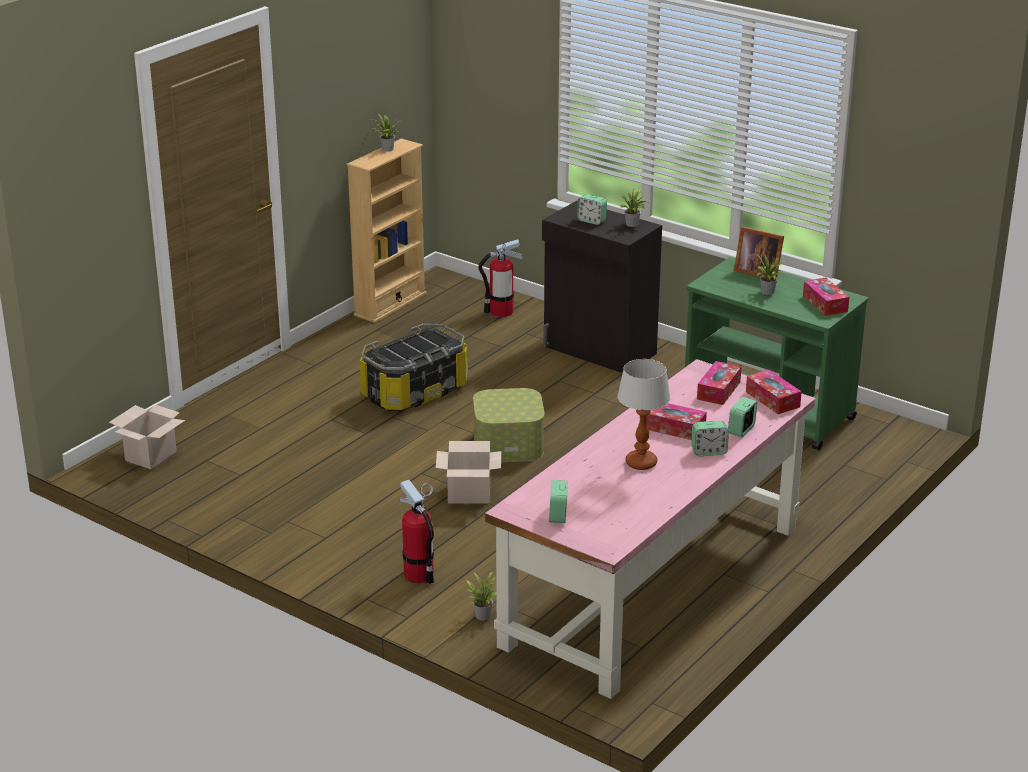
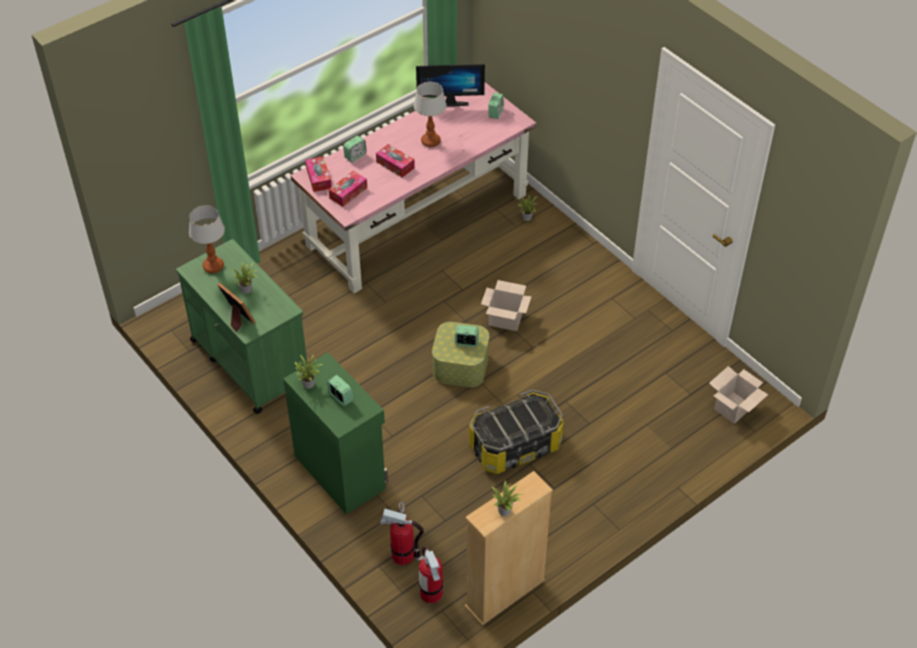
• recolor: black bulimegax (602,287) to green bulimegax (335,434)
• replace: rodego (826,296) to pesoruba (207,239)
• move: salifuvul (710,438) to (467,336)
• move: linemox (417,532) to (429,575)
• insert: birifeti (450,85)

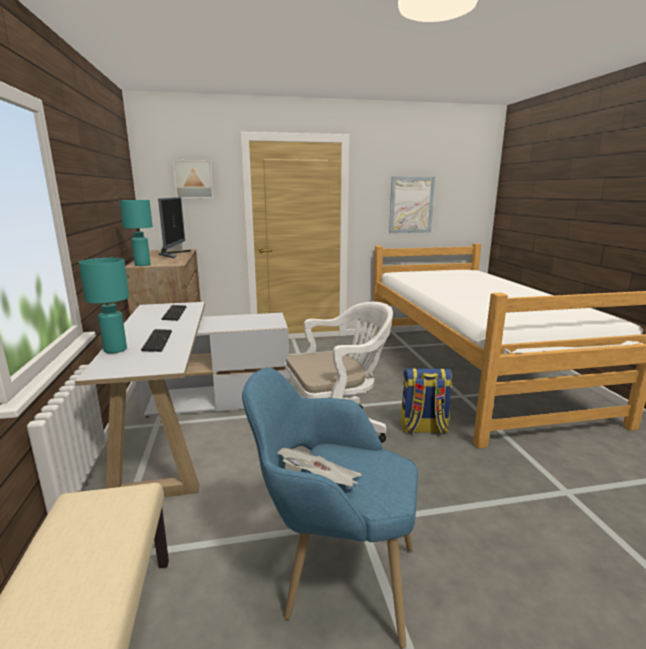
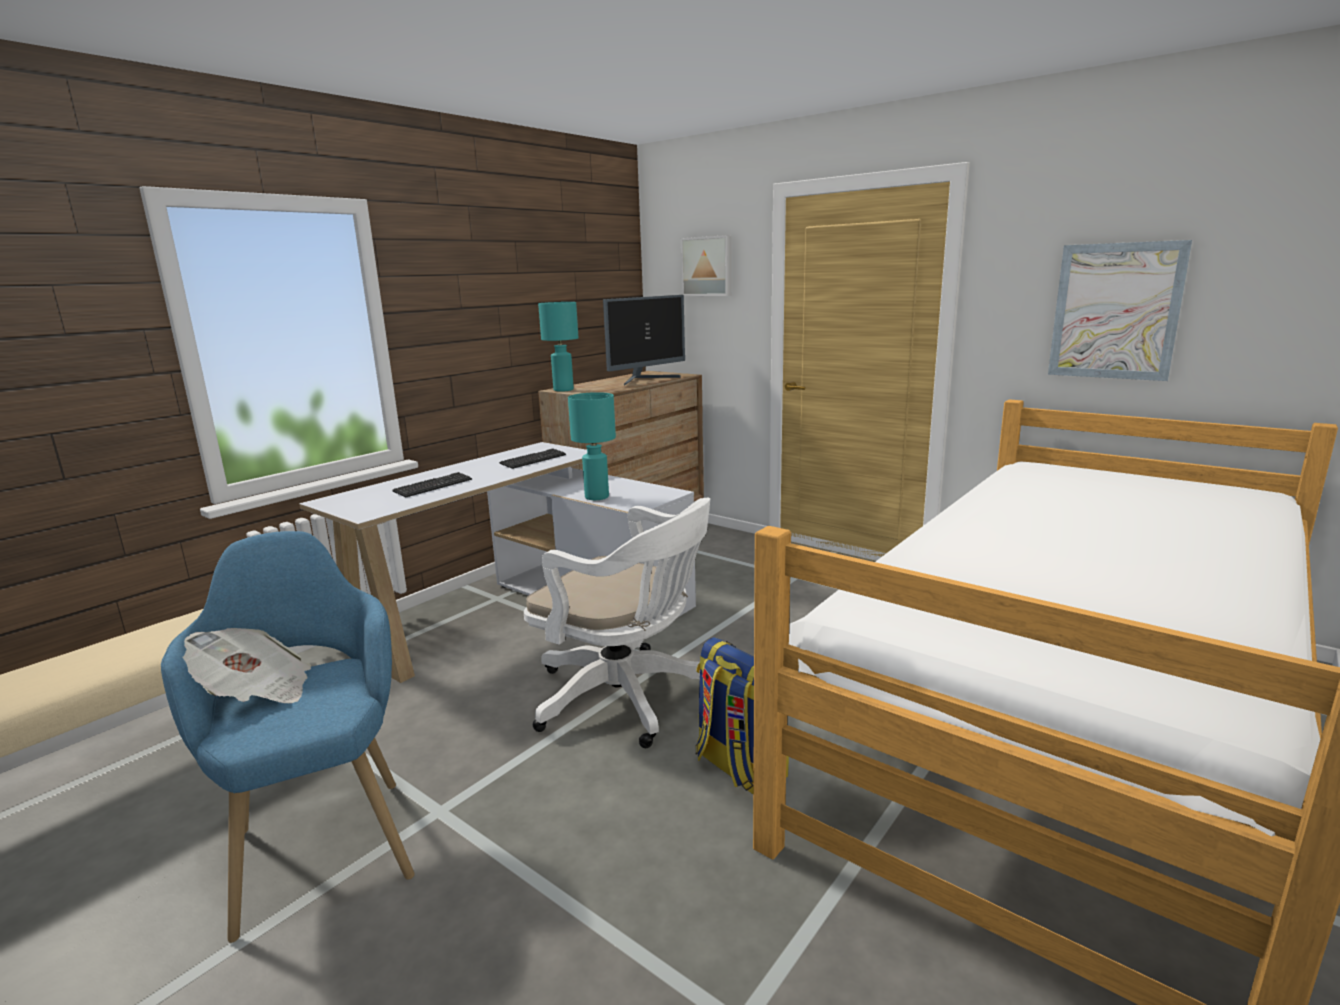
• move: turquoise pesoruba (103,306) to (592,446)

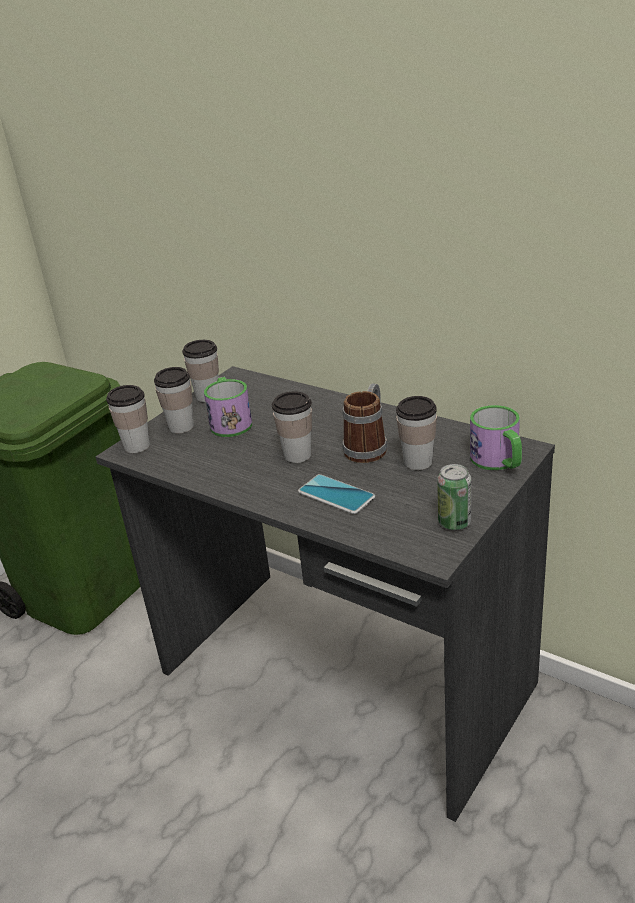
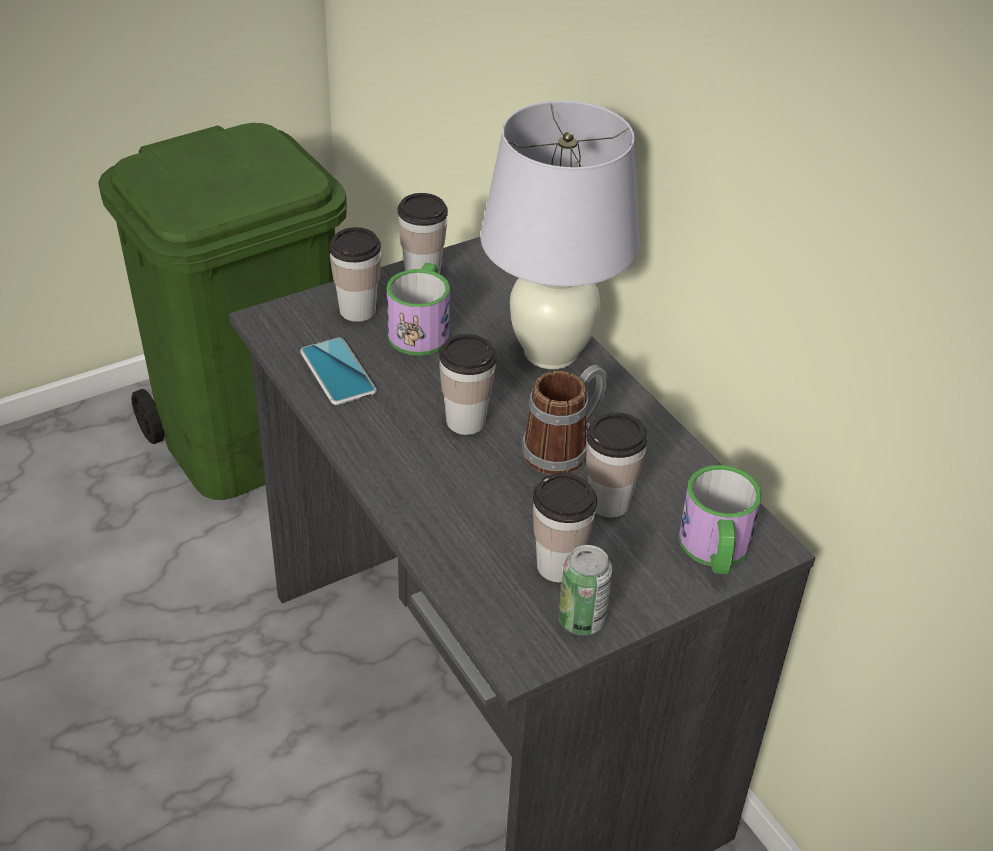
• move: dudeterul (128,419) to (565,527)
• move: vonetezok (336,494) to (338,371)
• insert: white pesoruba (560,234)

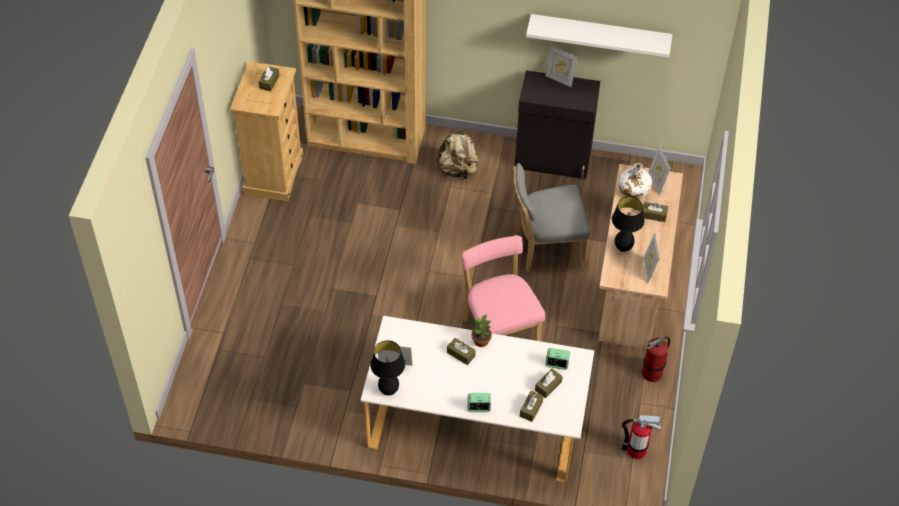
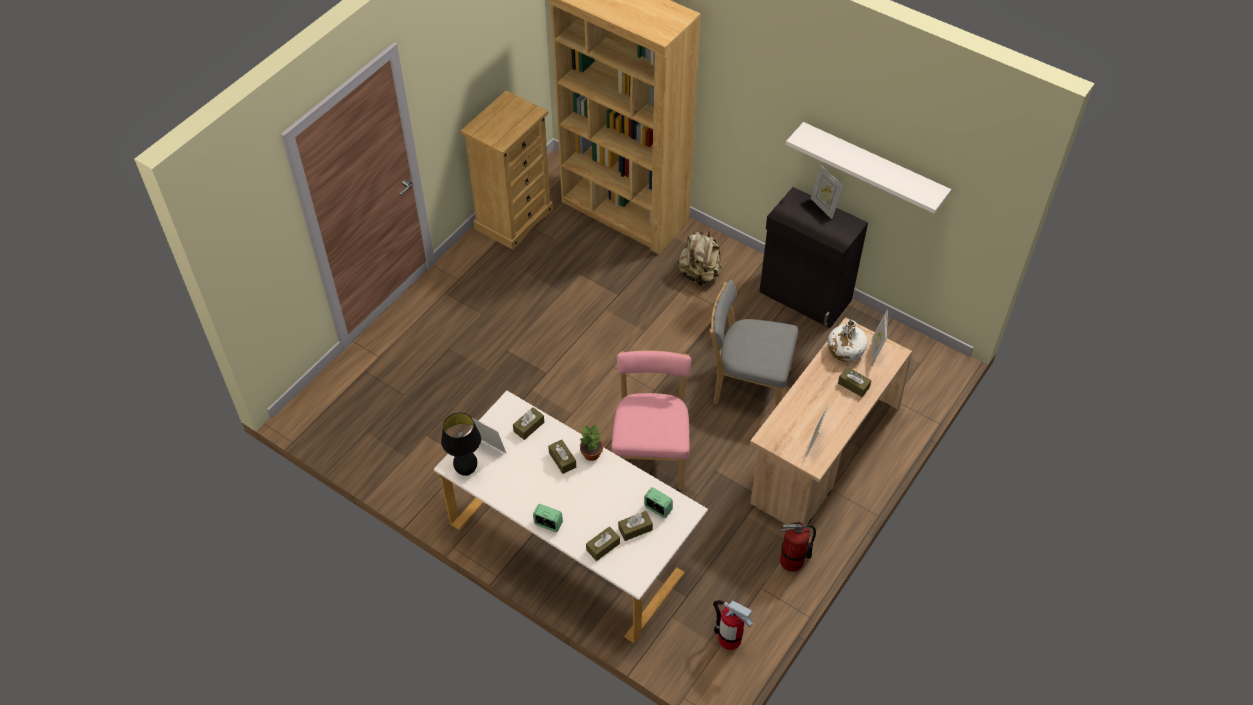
• move: brown rodego (269,79) to (528,423)
• delete: black pesoruba (628,224)

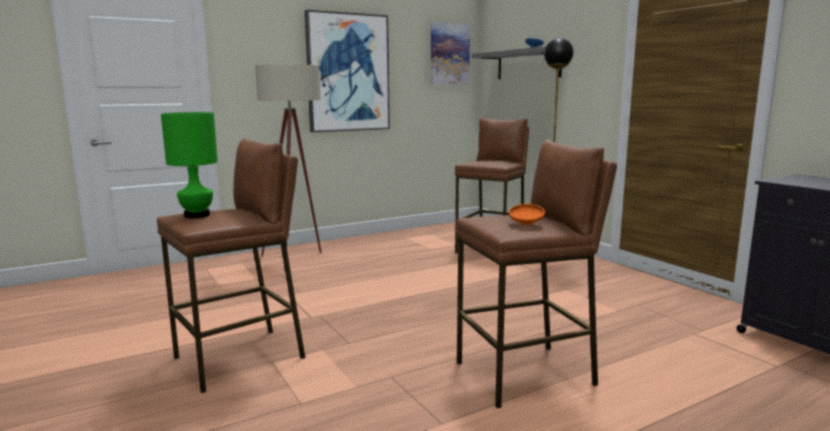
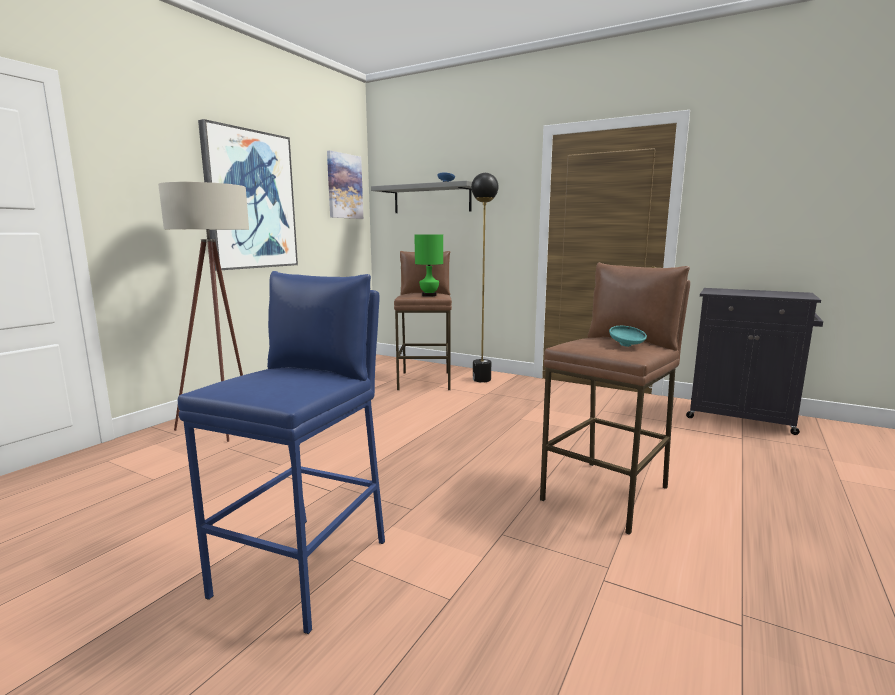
• move: green pesoruba (189,165) to (428,265)
• recolor: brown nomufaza (231,265) to blue nomufaza (281,452)
• recolor: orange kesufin (527,214) to turquoise kesufin (628,336)

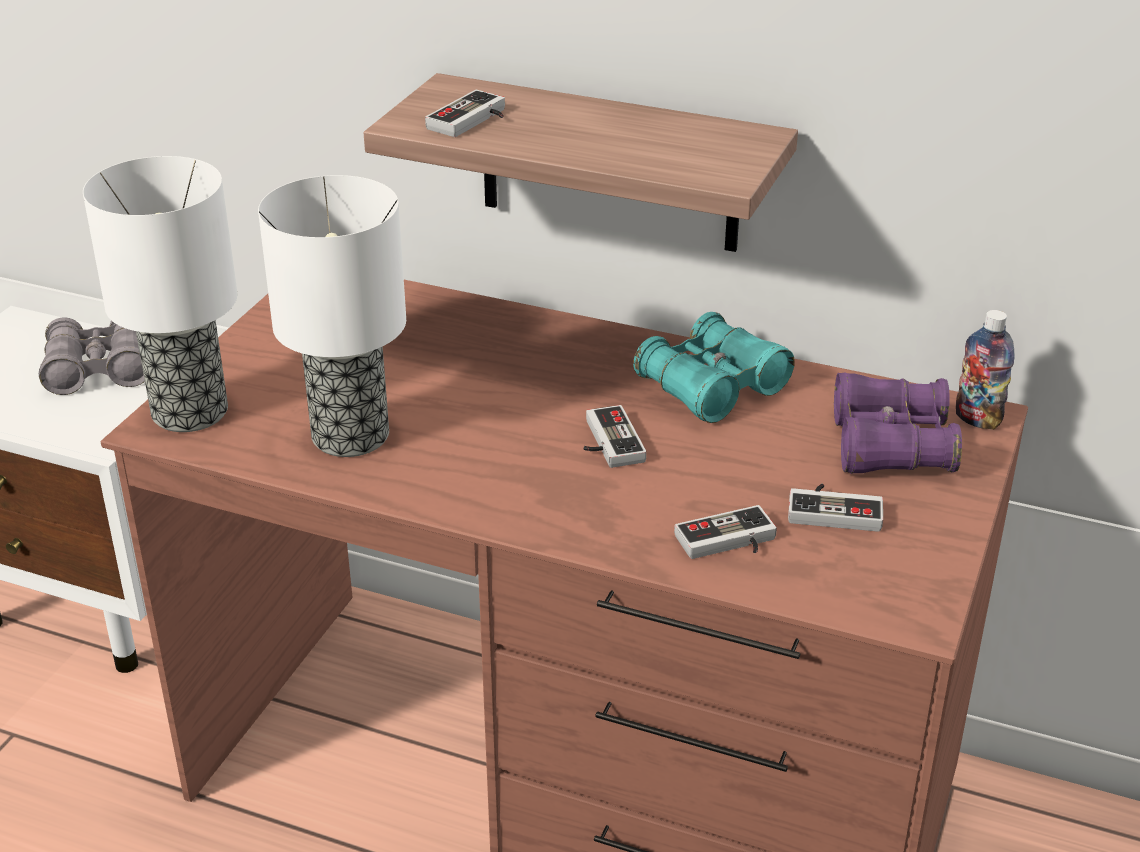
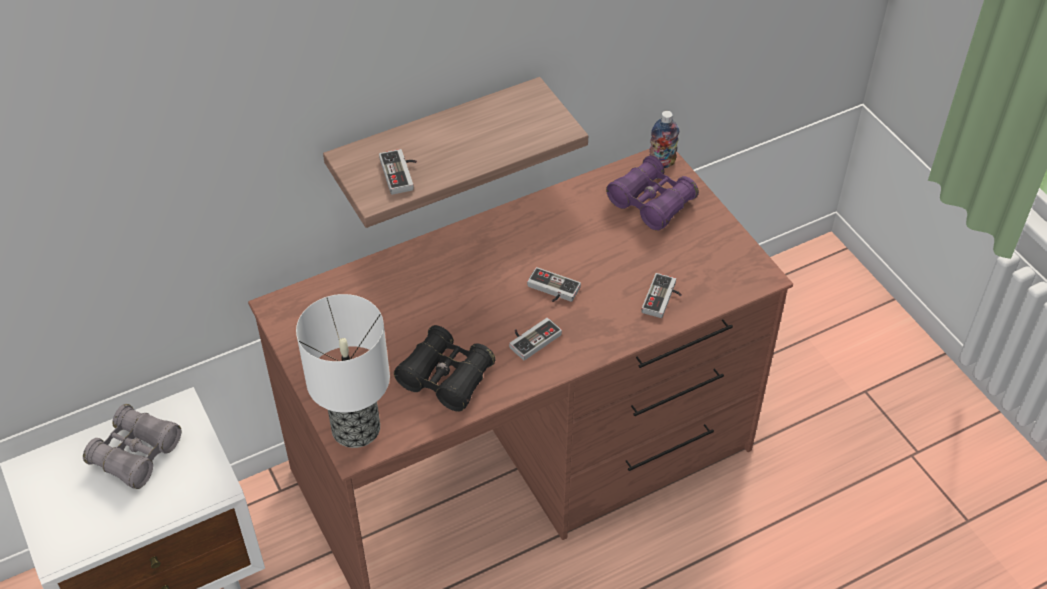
• replace: pesoruba (332,316) to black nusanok (445,368)
• delete: turquoise nusanok (714,367)
• move: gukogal (835,508) to (535,338)

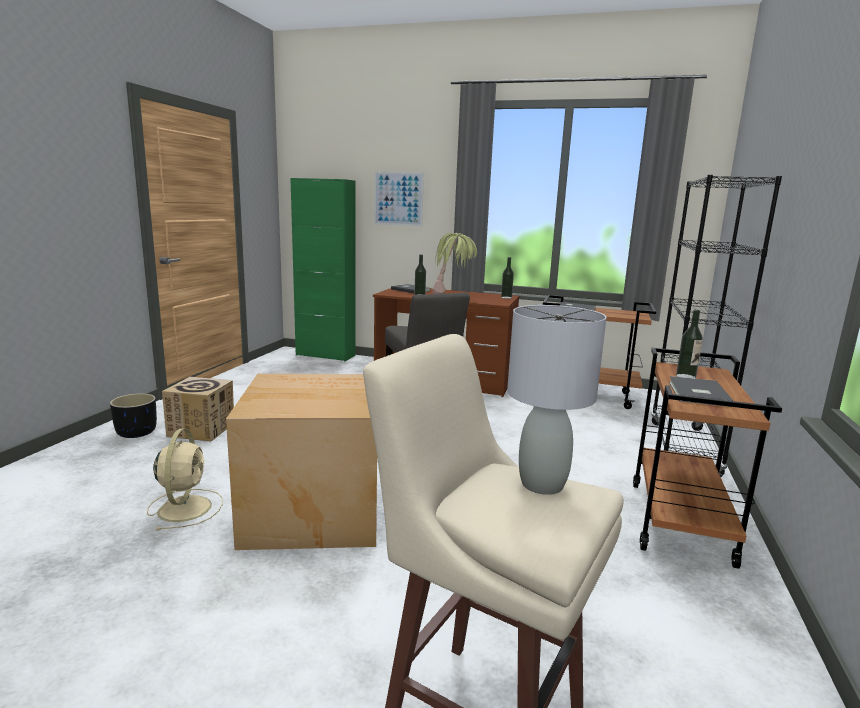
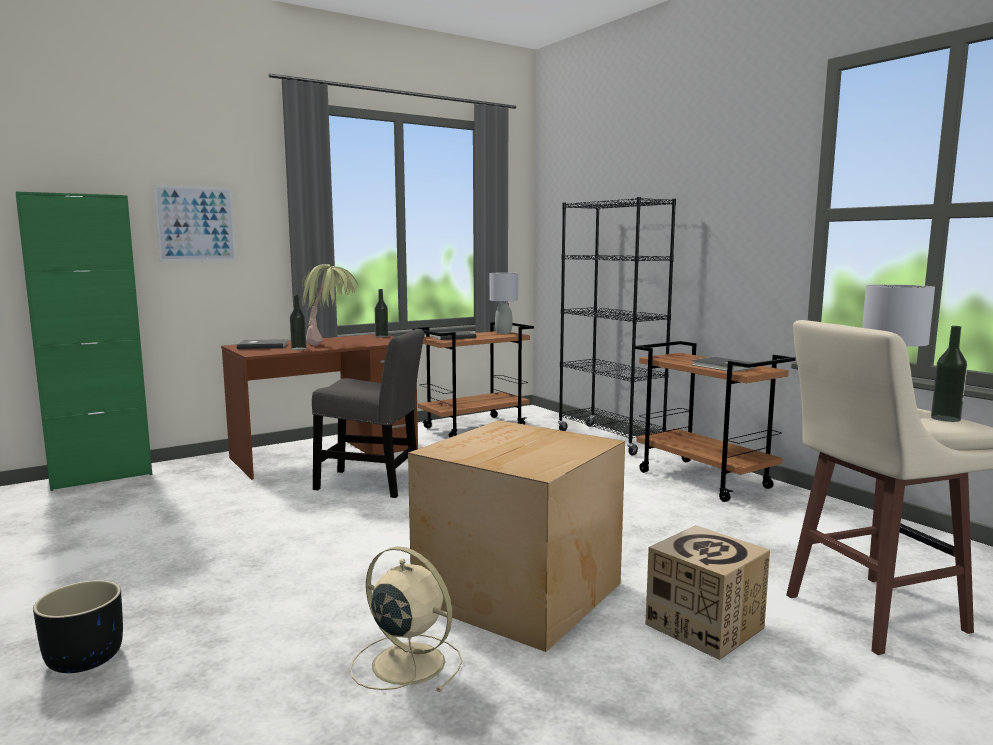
• move: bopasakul (689,344) to (949,374)
• move: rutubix (198,409) to (707,592)
• insert: grey pesoruba (503,303)

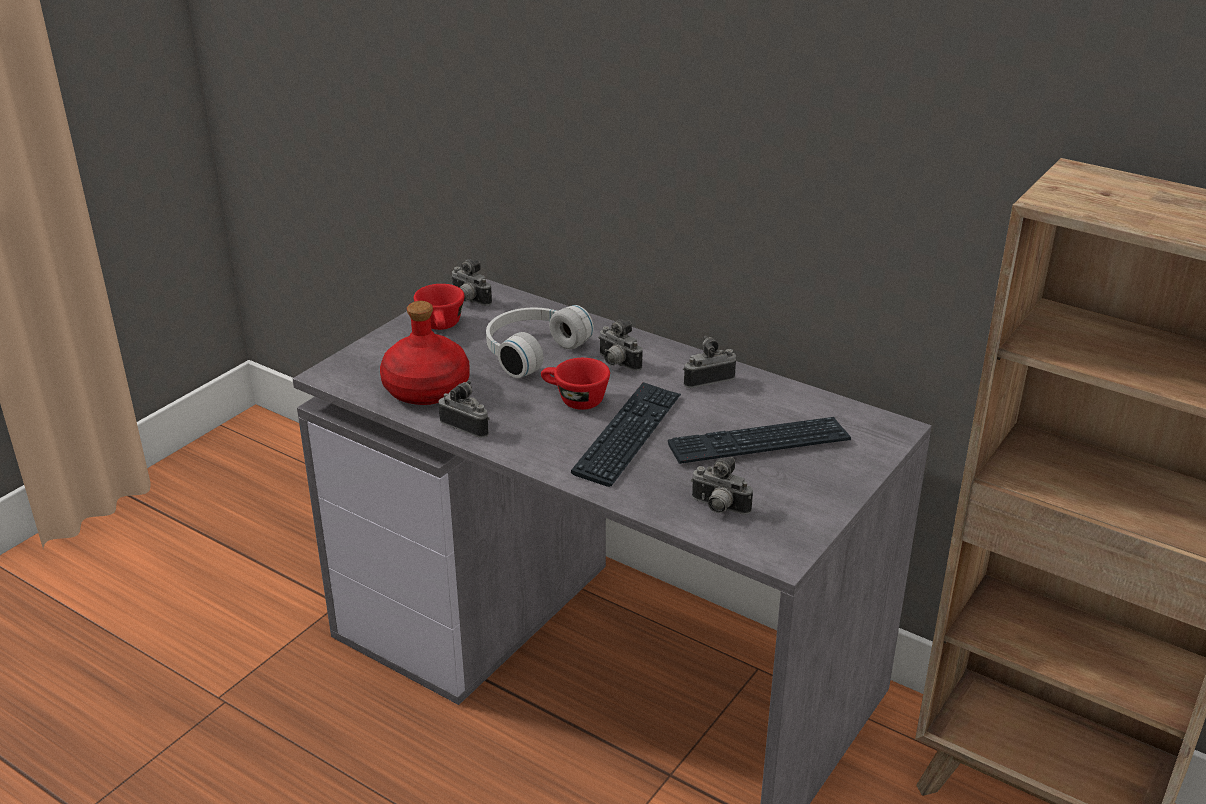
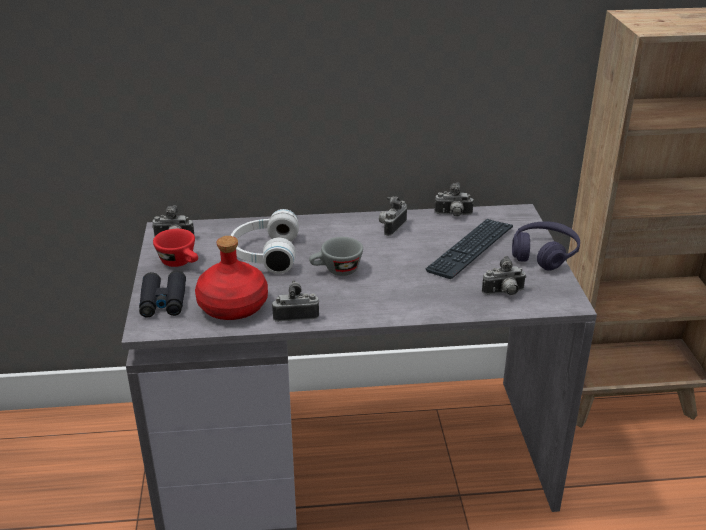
• move: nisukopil (620,345) to (454,199)
• recolor: red dudeterul (575,384) to grey dudeterul (336,256)
• delete: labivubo (626,434)
• insert: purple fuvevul (546,246)
• insert: black nusanok (162,294)

